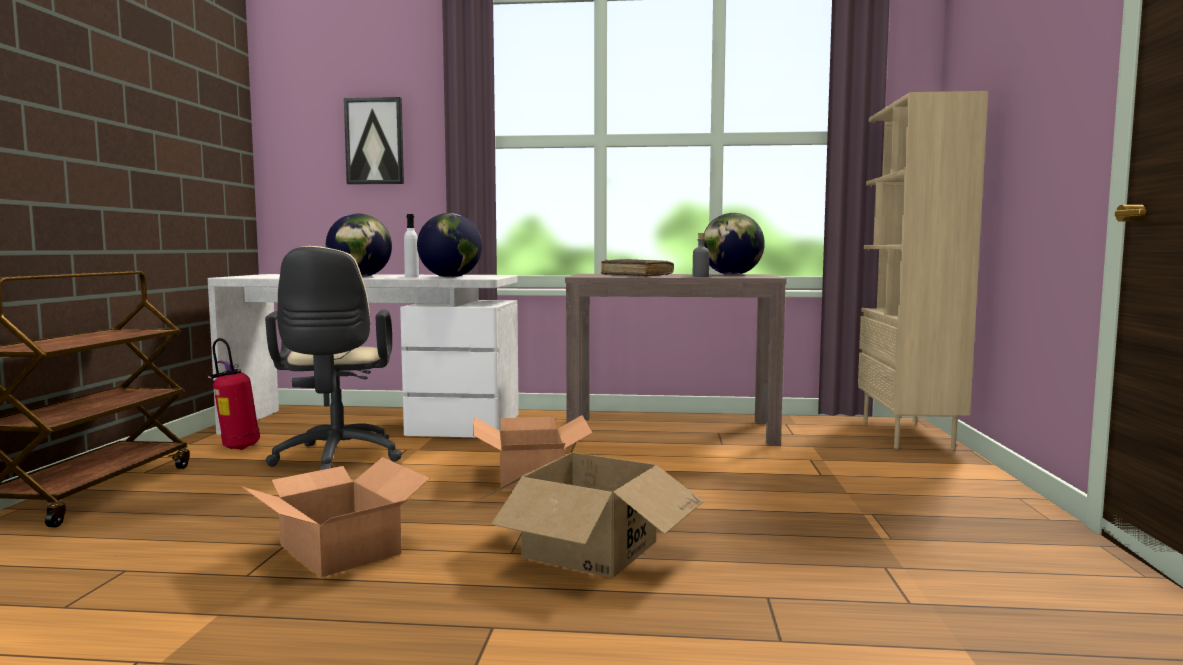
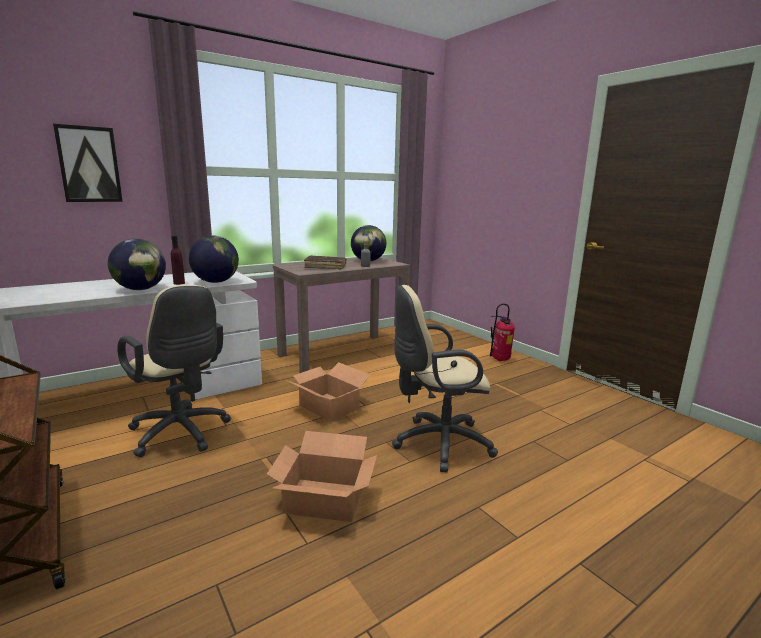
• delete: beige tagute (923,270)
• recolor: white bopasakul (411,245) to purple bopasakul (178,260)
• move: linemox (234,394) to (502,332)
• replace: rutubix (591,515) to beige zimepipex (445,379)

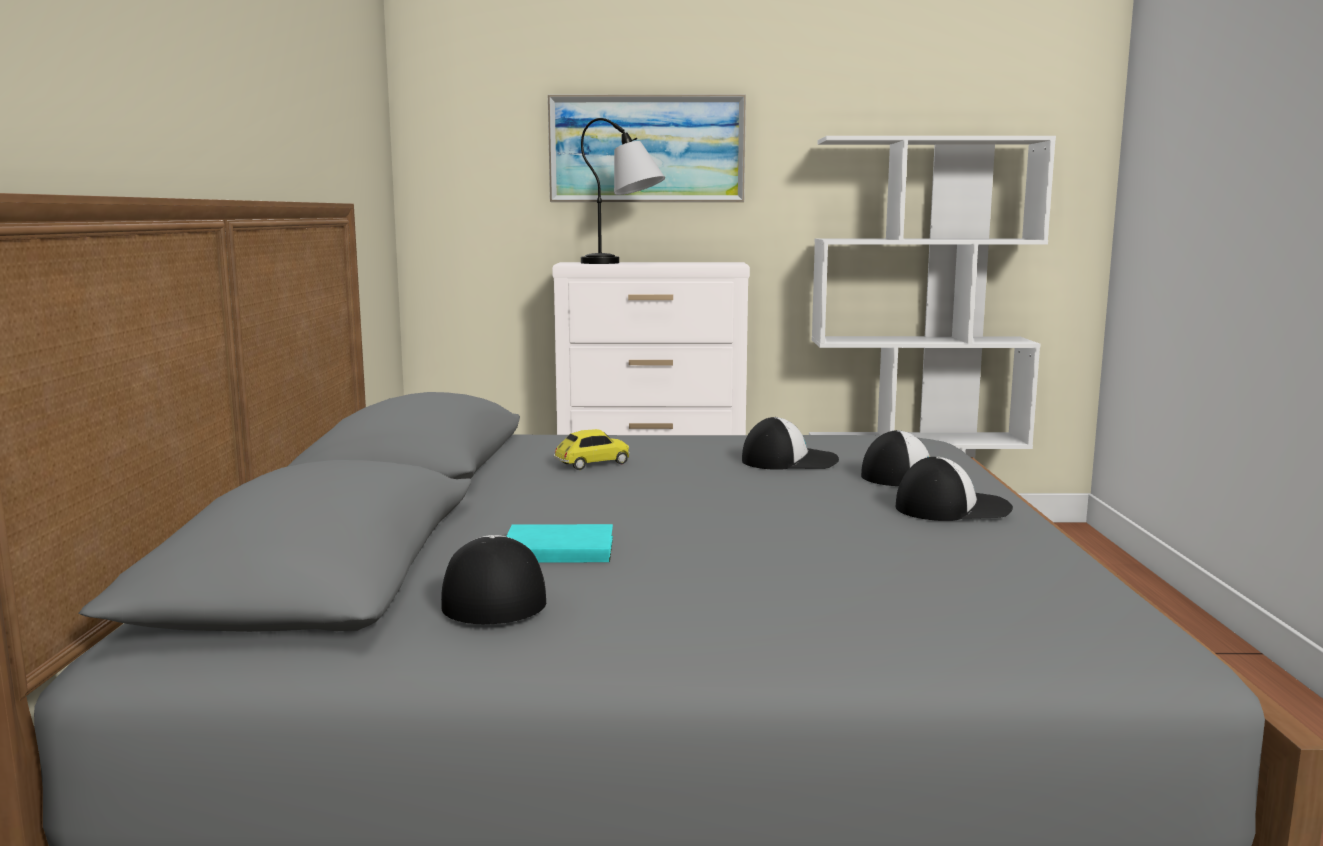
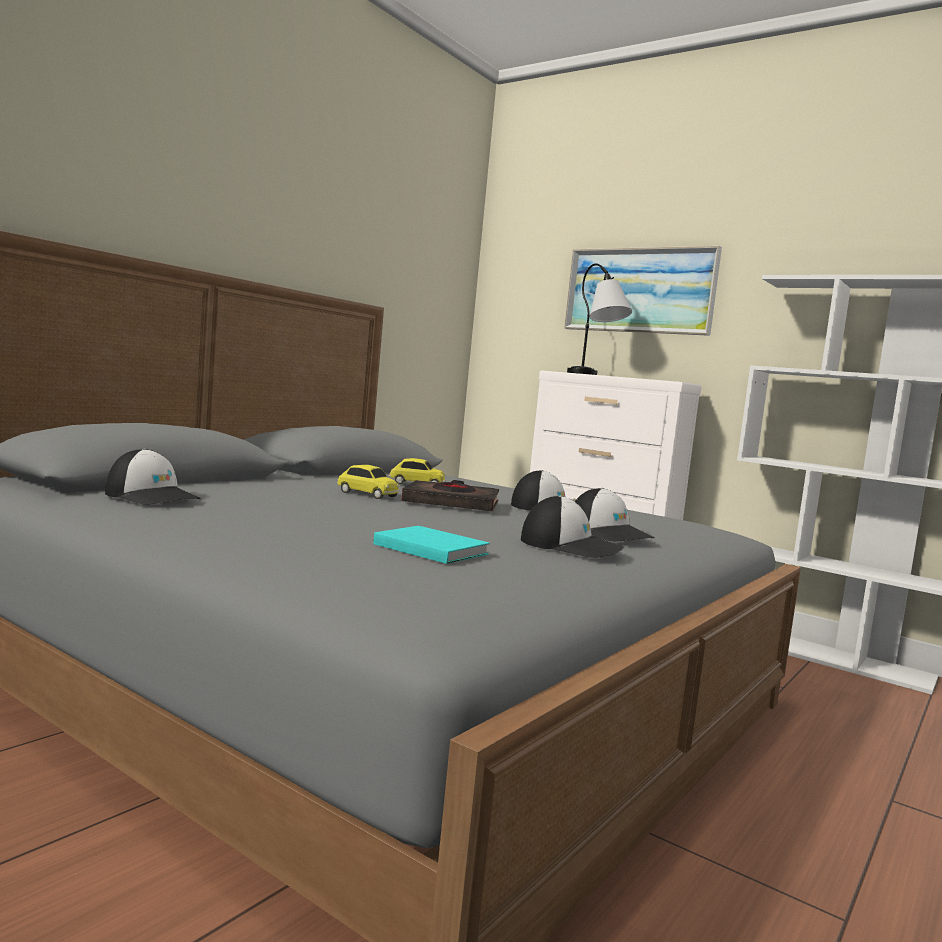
• move: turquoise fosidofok (559,543) to (431,545)
• rotate: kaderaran (493,579) = (153,477) 90 degrees clockwise
• insert: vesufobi (368,482)
• insert: black fosidofok (450,495)

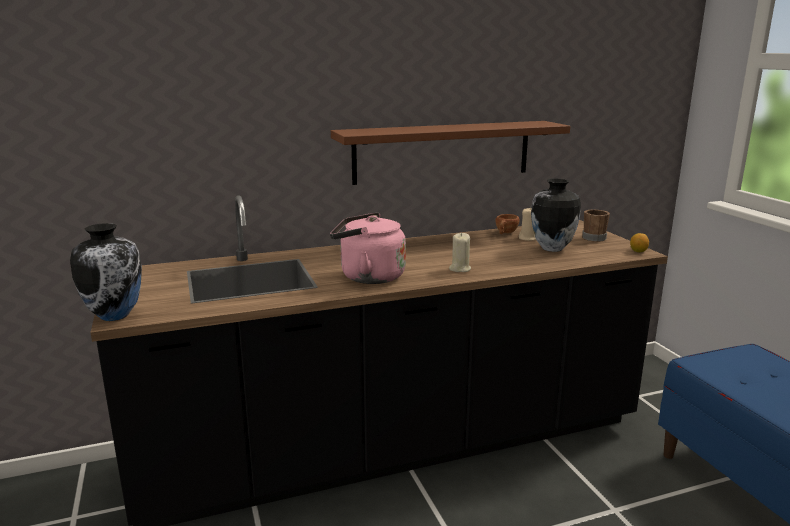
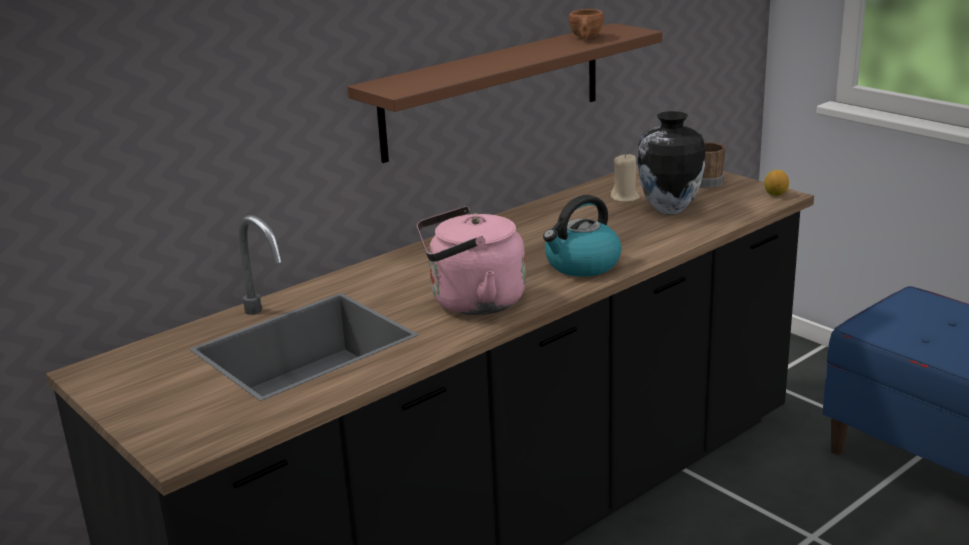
• move: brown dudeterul (507,224) to (586,24)
• delete: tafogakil (106,272)
• replace: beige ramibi (460,252) to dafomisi (582,236)

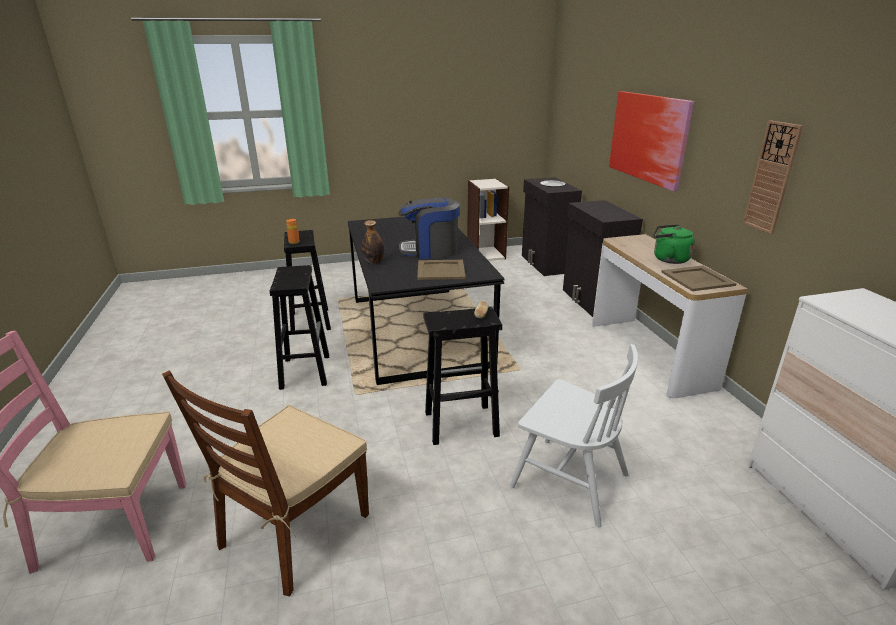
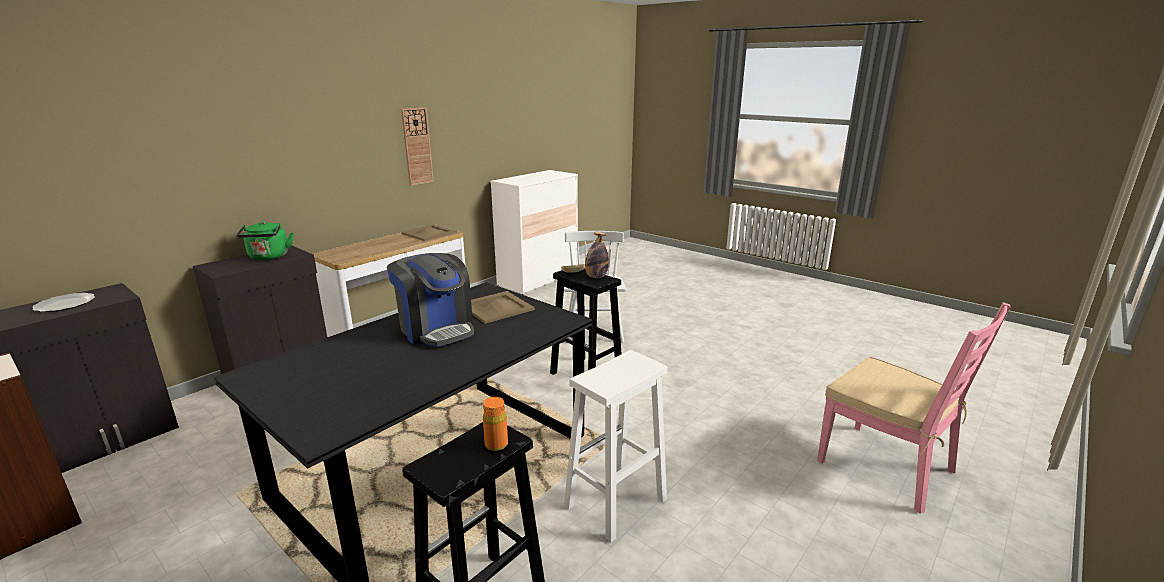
• delete: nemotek (651,141)
• move: bopasakul (373,242) to (597,255)
• move: green dafomisi (674,244) to (264,240)
• recolor: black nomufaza (299,327) to white nomufaza (616,446)
• delete: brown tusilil (265,483)

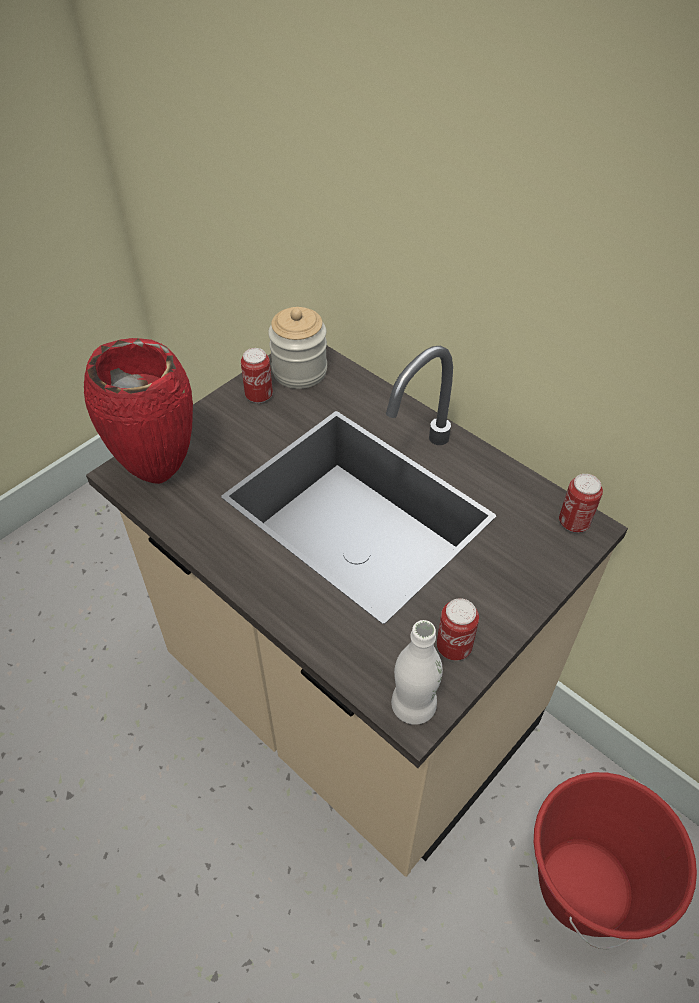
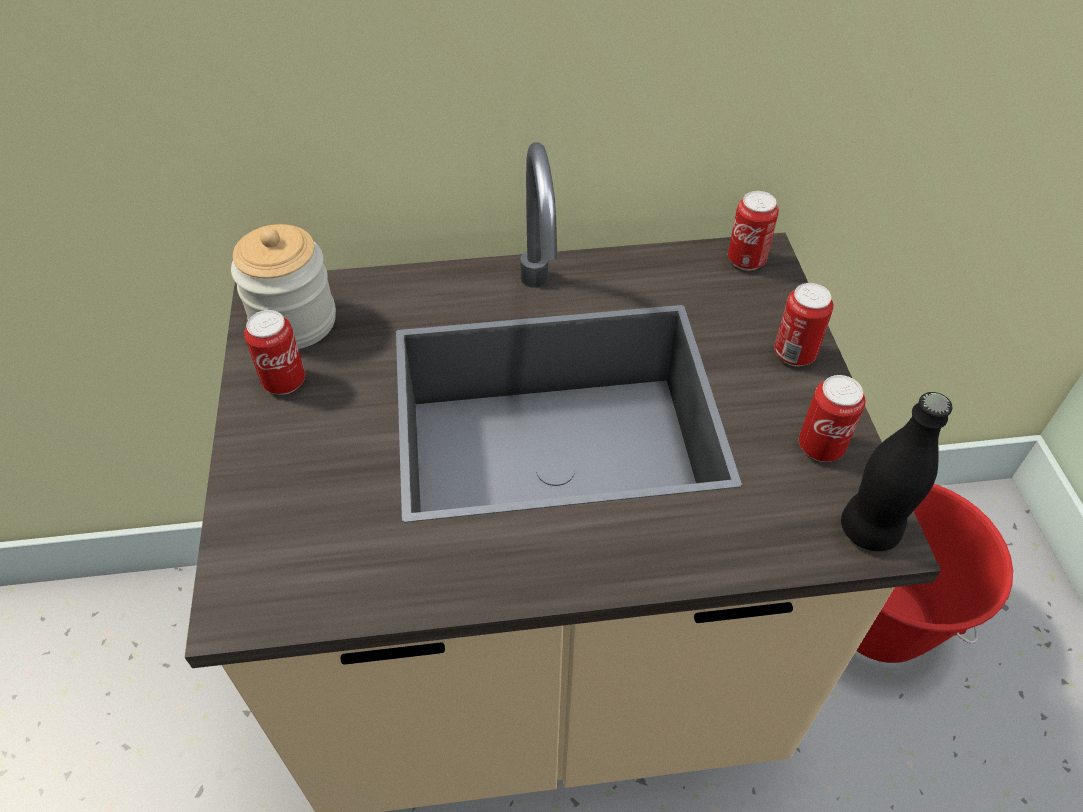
• delete: red tafogakil (138,411)
• recolor: white bopasakul (417,672) to black bopasakul (896,471)
• insert: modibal (804,324)

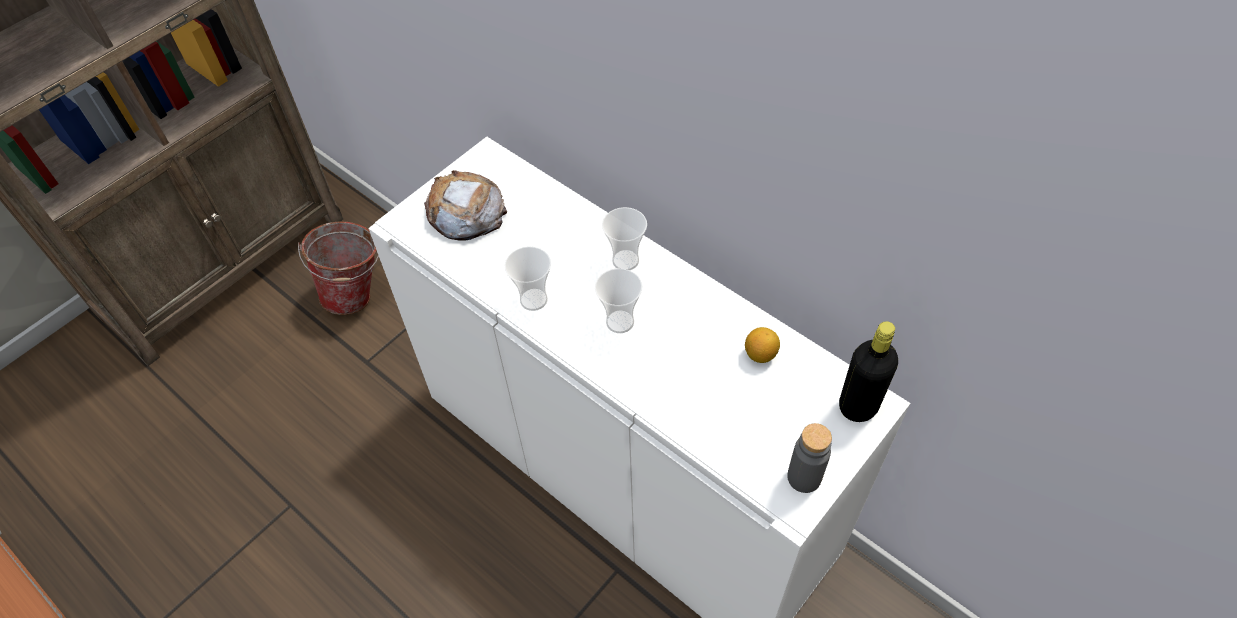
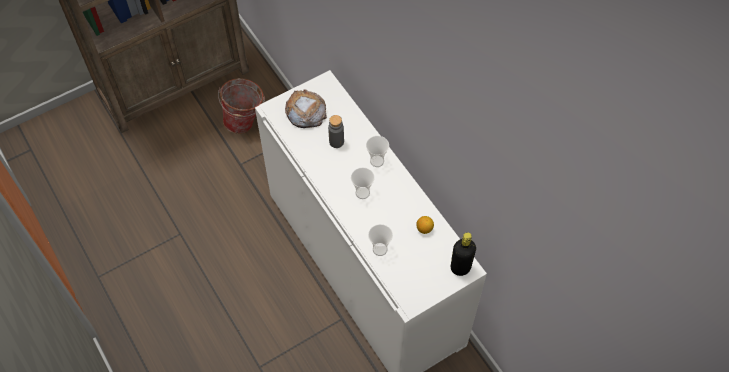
• move: dudeterul (527,278) to (380,240)
• move: grey bopasakul (809,458) to (336,131)

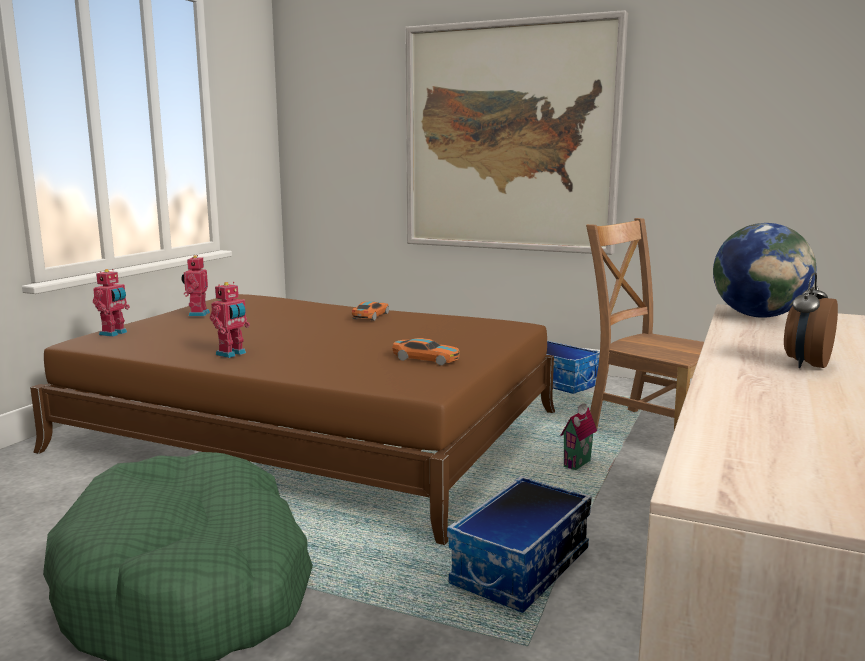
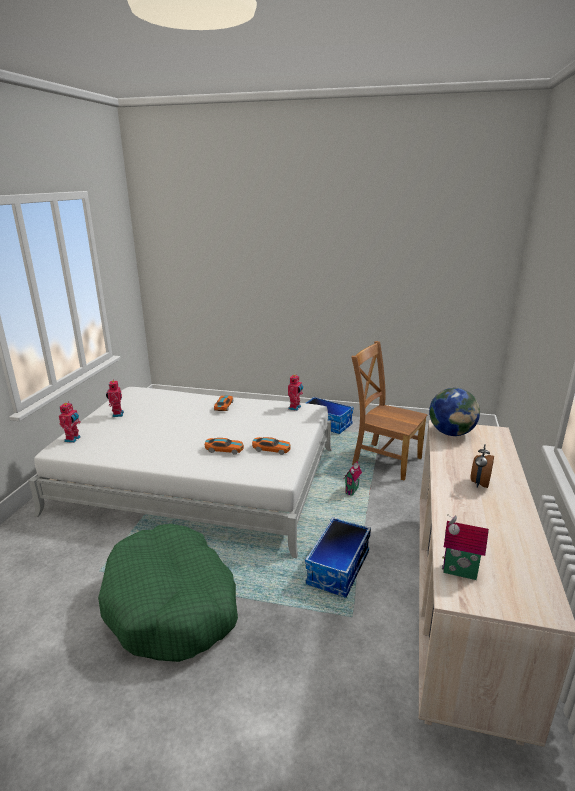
• delete: nemotek (516,132)
• move: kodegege (230,320) to (295,393)
• recolor: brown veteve (292,419) to white veteve (180,472)
• insert: vesufobi (224,446)
• insert: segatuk (465,547)

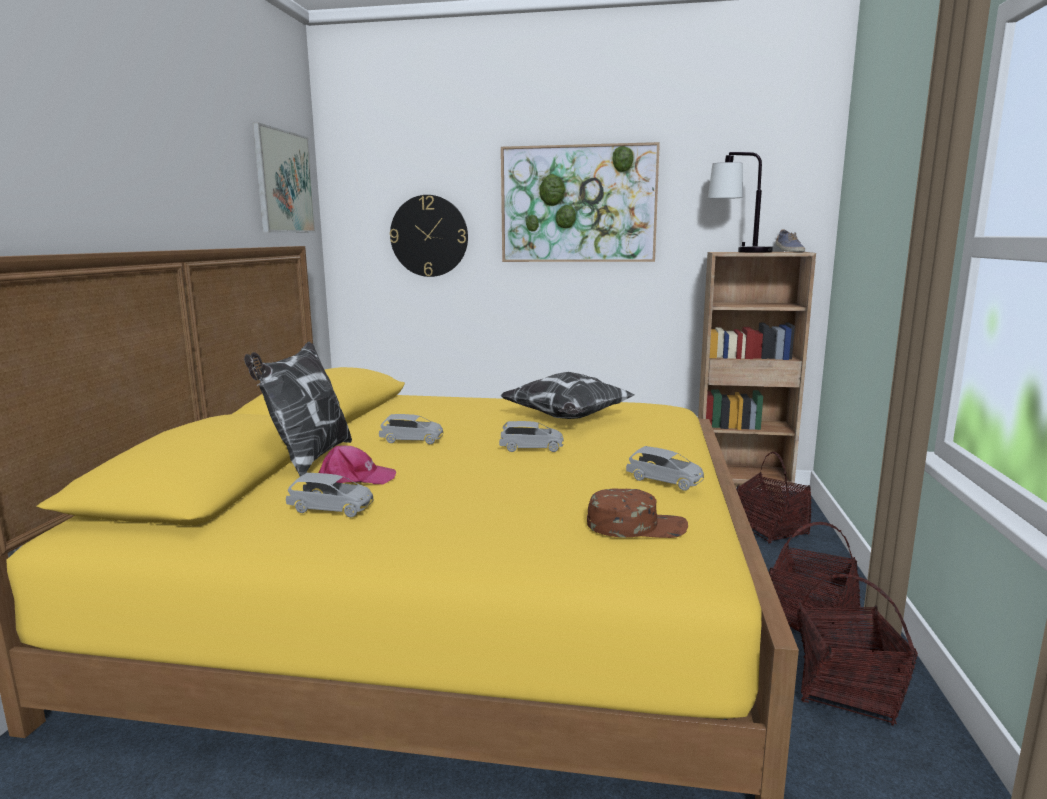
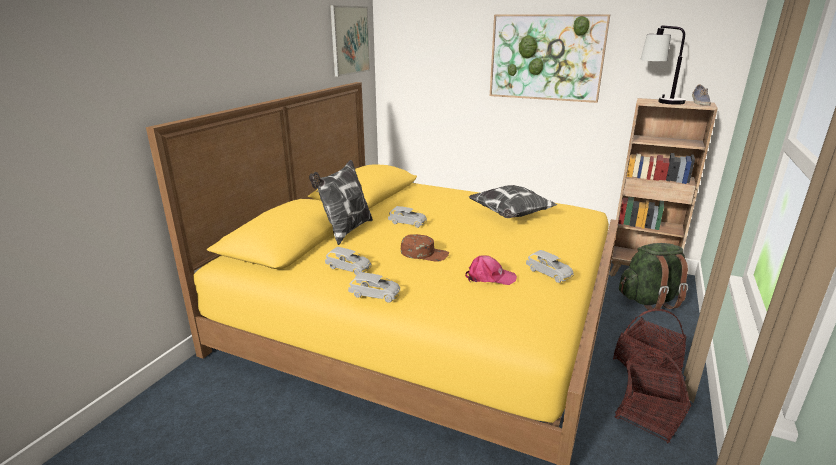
• delete: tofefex (429,236)
• move: grey vesufobi (531,436) to (374,287)
• move: pink kaderaran (357,465) to (491,270)
• replace: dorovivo (774,497) to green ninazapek (653,276)
• move: brown kaderaran (637,513) to (425,248)

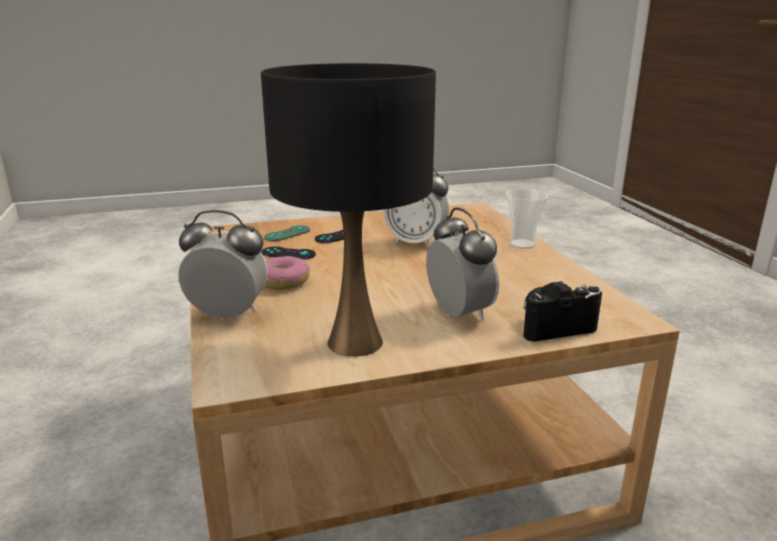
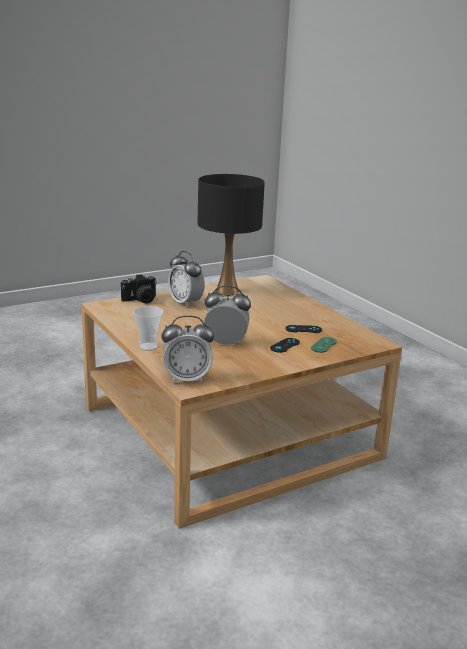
• move: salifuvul (222,265) to (187,349)
• delete: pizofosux (287,273)

